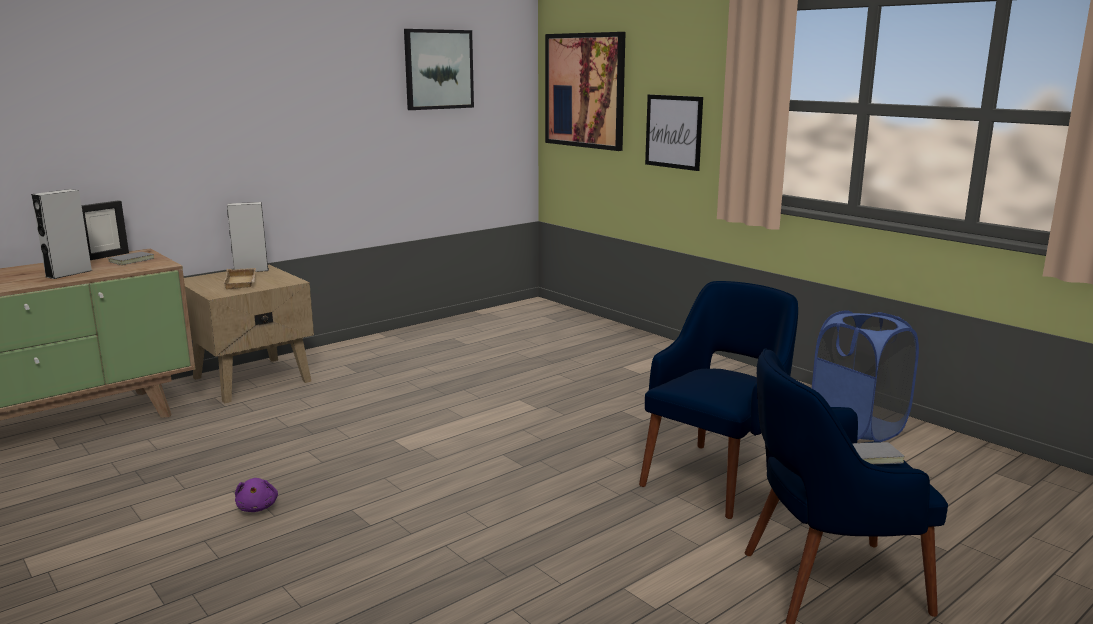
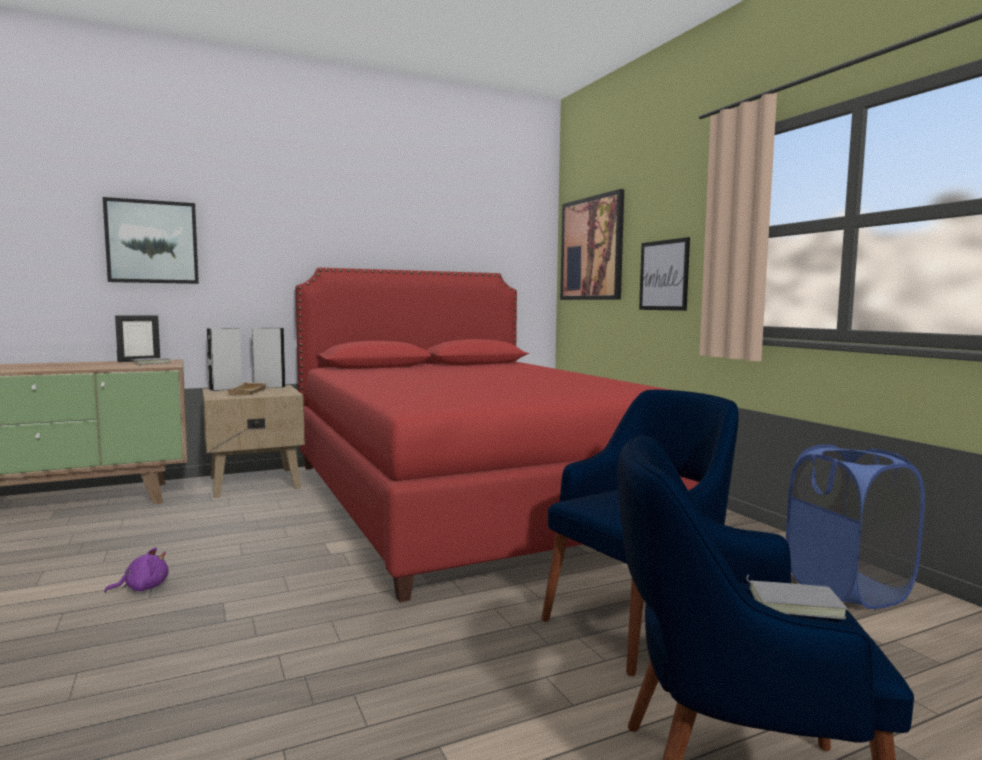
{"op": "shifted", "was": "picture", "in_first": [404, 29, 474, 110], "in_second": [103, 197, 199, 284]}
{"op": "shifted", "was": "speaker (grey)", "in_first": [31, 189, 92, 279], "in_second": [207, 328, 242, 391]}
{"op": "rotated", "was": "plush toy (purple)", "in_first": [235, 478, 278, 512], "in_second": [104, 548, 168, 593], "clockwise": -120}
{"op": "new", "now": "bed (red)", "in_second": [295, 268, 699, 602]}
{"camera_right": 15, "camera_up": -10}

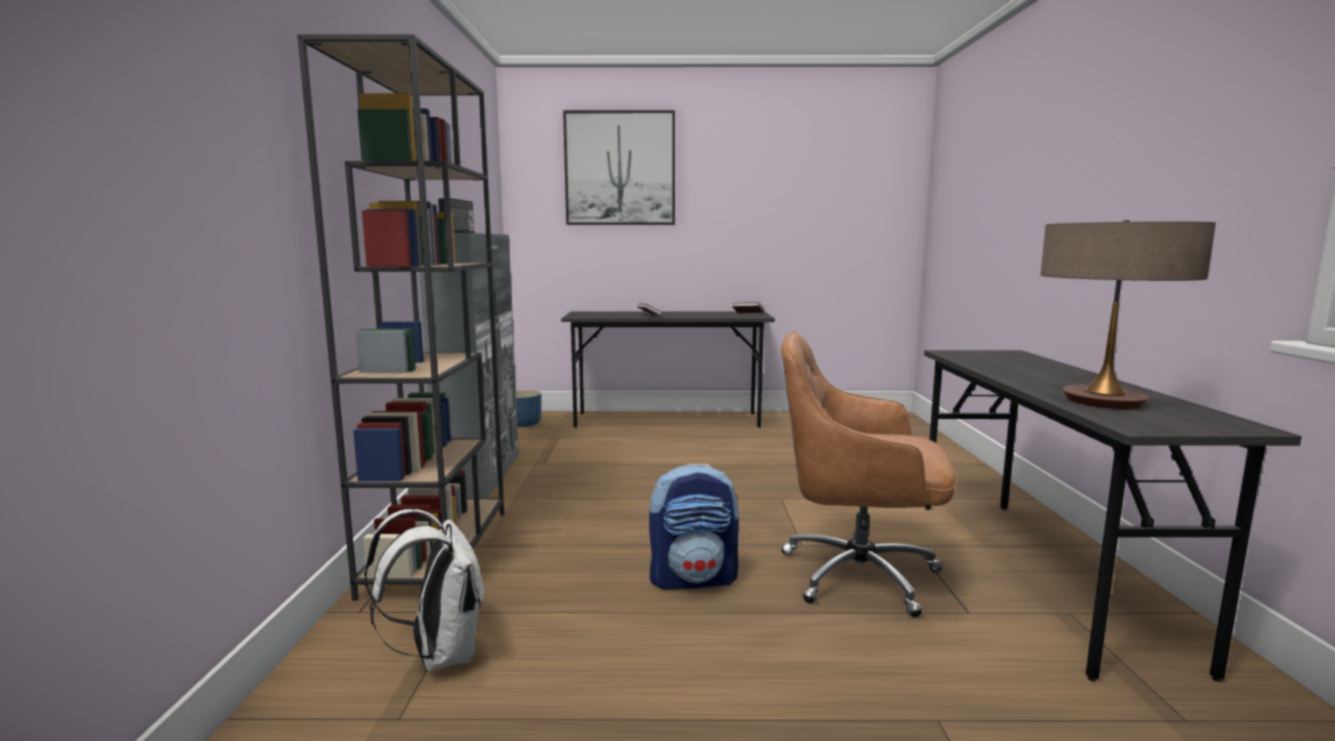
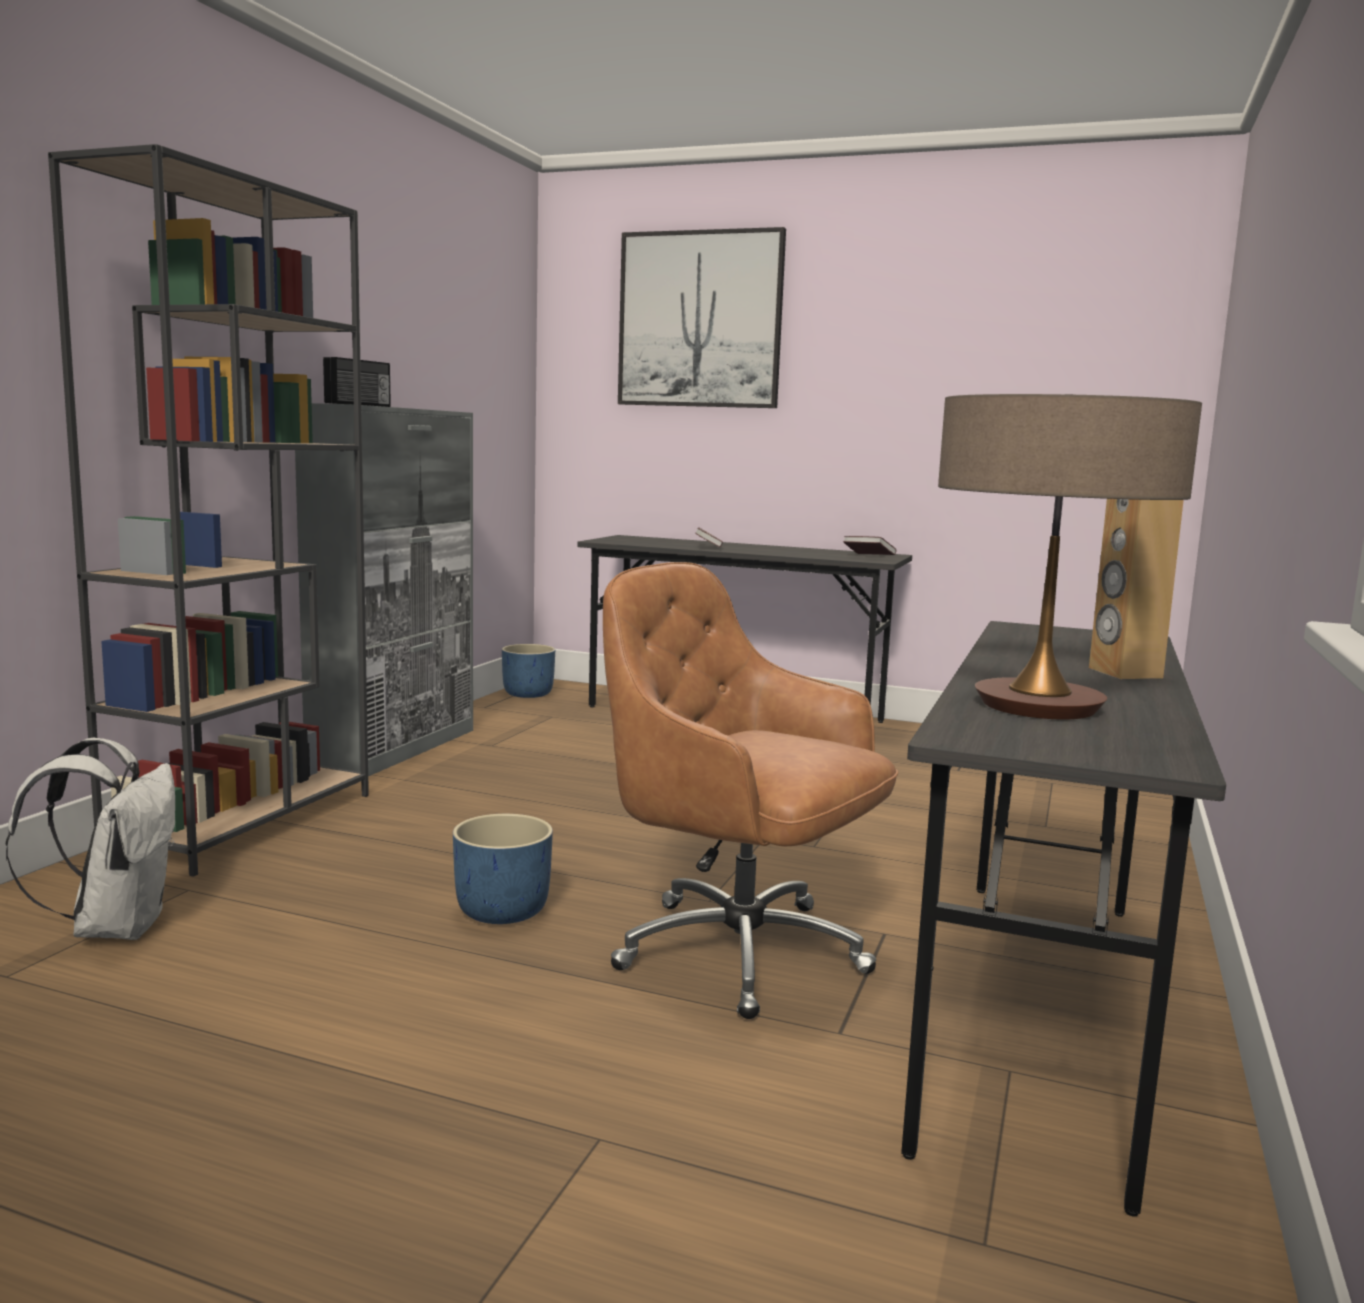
{"op": "swapped", "was": "backpack", "now": "planter (blue)", "in_first": [649, 464, 739, 589], "in_second": [453, 814, 553, 924]}
{"op": "new", "now": "speaker (brown)", "in_second": [1089, 499, 1184, 679]}
{"camera_right": 20, "camera_up": 0}

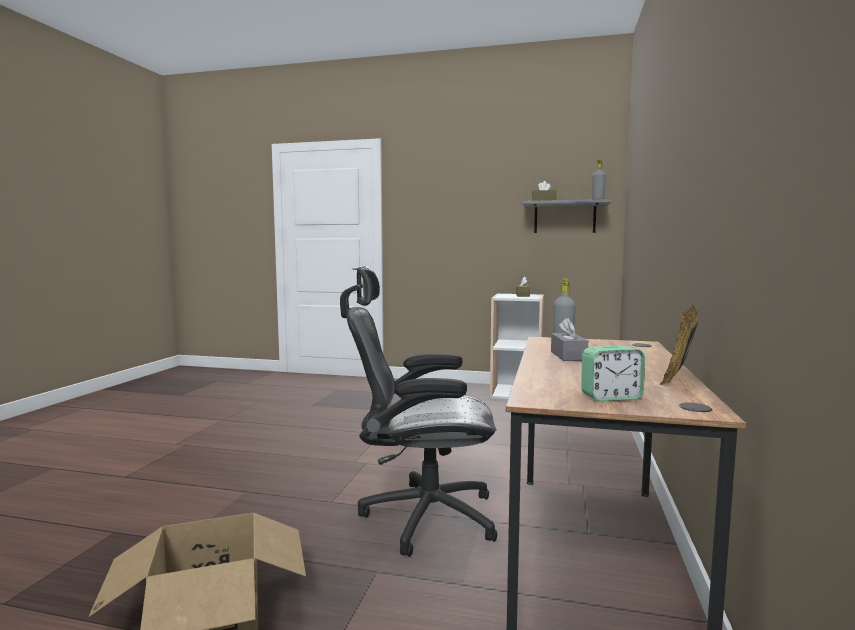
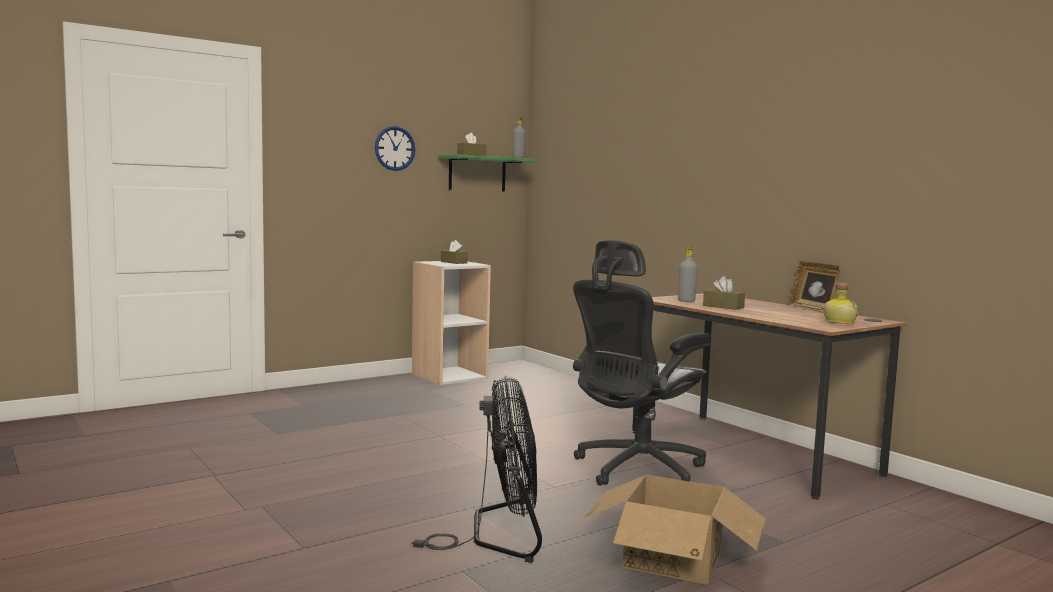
{"op": "repainted", "was": "shelf (grey)", "now": "shelf (green)", "in_first": [522, 199, 612, 233], "in_second": [438, 154, 537, 191]}
{"op": "repainted", "was": "tissue box (grey)", "now": "tissue box (brown)", "in_first": [551, 318, 588, 361], "in_second": [703, 276, 745, 310]}
{"op": "swapped", "was": "alarm clock", "now": "bottle", "in_first": [581, 346, 645, 401], "in_second": [823, 283, 858, 324]}
{"op": "new", "now": "wall clock", "in_second": [375, 126, 415, 171]}
{"op": "new", "now": "fan (black)", "in_second": [411, 375, 542, 563]}
{"camera_right": -50, "camera_up": 0}

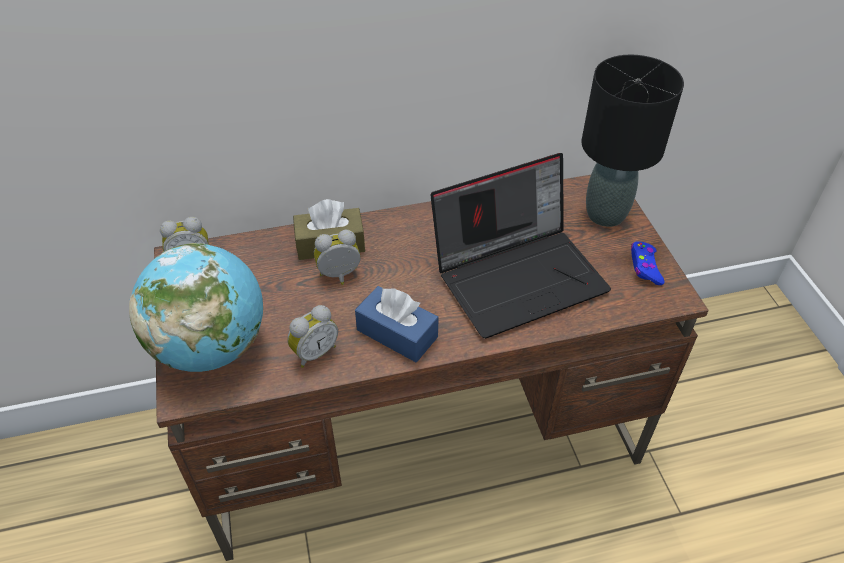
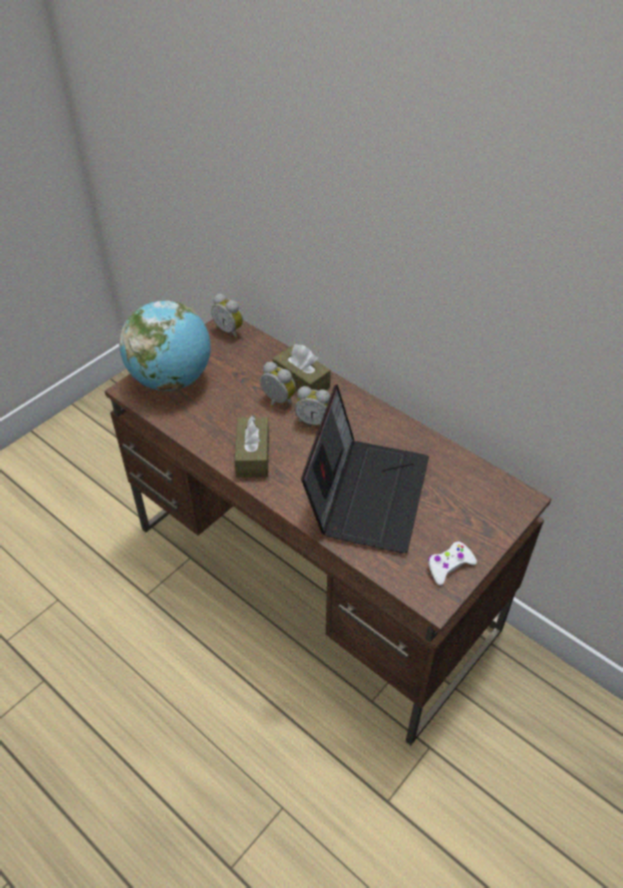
{"op": "gone", "was": "table lamp (black)", "in_first": [581, 55, 684, 227]}
{"op": "rotated", "was": "laptop", "in_first": [431, 153, 611, 339], "in_second": [301, 384, 429, 553], "clockwise": -105}
{"op": "repainted", "was": "game controller (blue)", "now": "game controller (white)", "in_first": [631, 241, 664, 285], "in_second": [428, 541, 477, 585]}
{"op": "repainted", "was": "tissue box (blue)", "now": "tissue box (brown)", "in_first": [355, 286, 439, 362], "in_second": [234, 415, 269, 478]}
{"op": "shifted", "was": "alarm clock", "in_first": [287, 305, 338, 368], "in_second": [295, 386, 330, 425]}
{"camera_right": 55, "camera_up": 0}

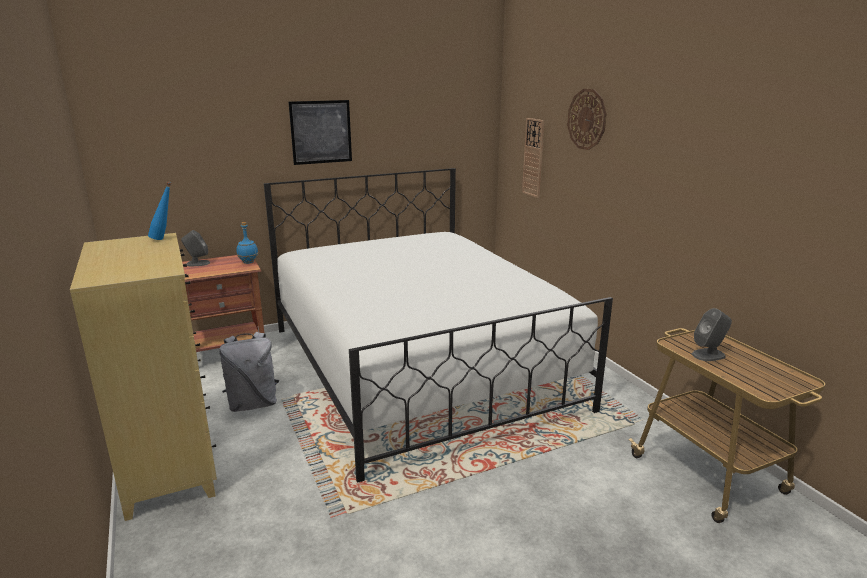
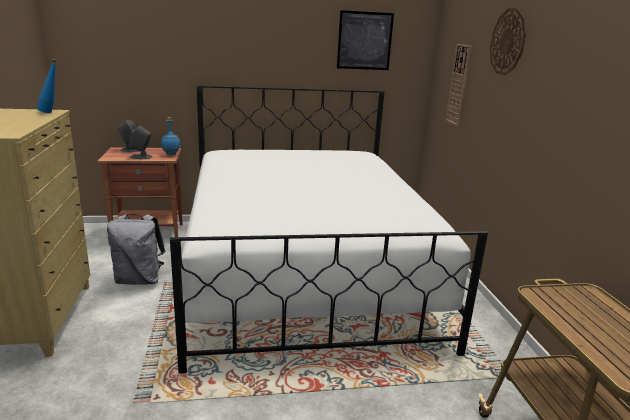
{"op": "shifted", "was": "picture", "in_first": [288, 100, 352, 165], "in_second": [337, 10, 394, 70]}
{"op": "shifted", "was": "speaker (grey)", "in_first": [692, 308, 732, 361], "in_second": [129, 126, 152, 159]}
{"camera_right": 15, "camera_up": 0}

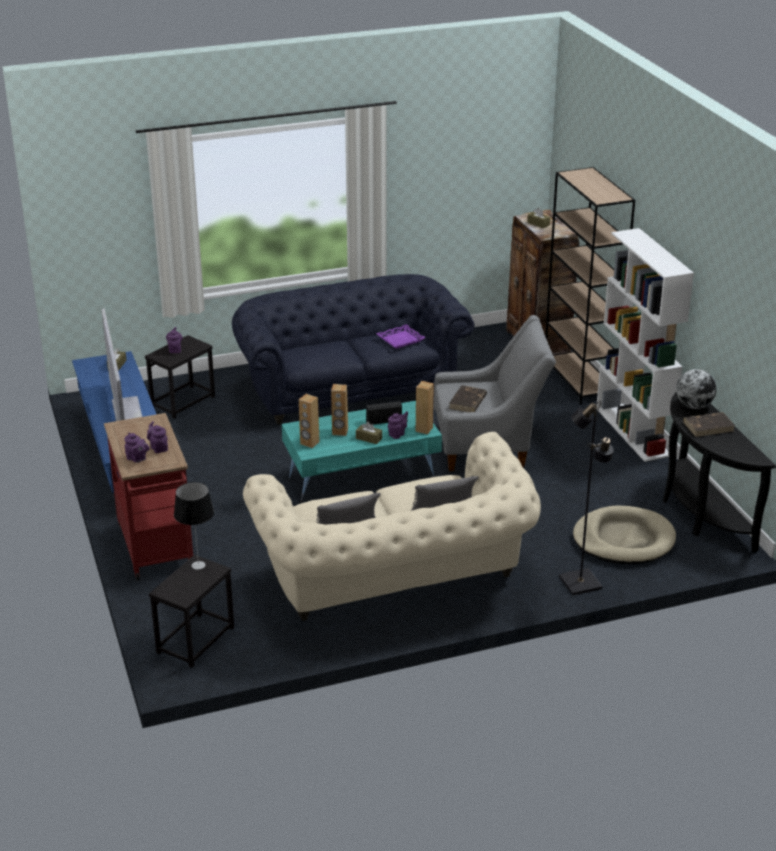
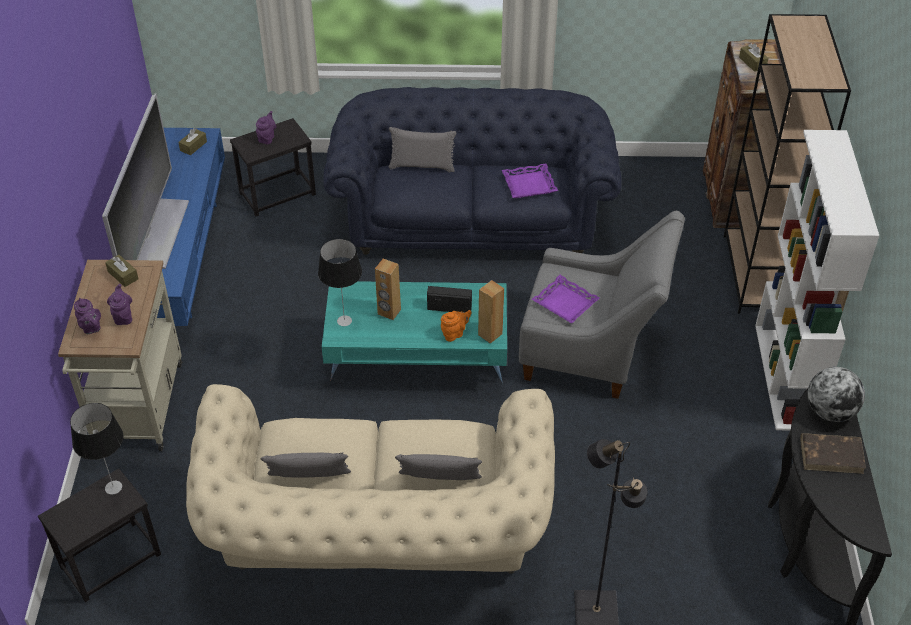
{"op": "swapped", "was": "book (brown)", "now": "tray (purple)", "in_first": [449, 385, 487, 412], "in_second": [531, 275, 600, 324]}
{"op": "swapped", "was": "speaker (brown)", "now": "table lamp", "in_first": [299, 394, 320, 448], "in_second": [318, 239, 362, 326]}
{"op": "repainted", "was": "teapot (purple)", "now": "teapot (orange)", "in_first": [388, 411, 408, 439], "in_second": [441, 310, 471, 342]}
{"op": "repainted", "was": "cart (red)", "now": "cart (beige)", "in_first": [104, 413, 193, 580], "in_second": [58, 260, 182, 451]}
{"op": "shifted", "was": "tissue box (brown)", "in_first": [356, 422, 382, 444], "in_second": [105, 255, 139, 287]}
{"op": "gone", "was": "dog bed (beige)", "in_first": [573, 505, 676, 564]}
{"op": "new", "now": "pillow (grey)", "in_second": [389, 127, 456, 173]}
{"camera_right": 20, "camera_up": 15}

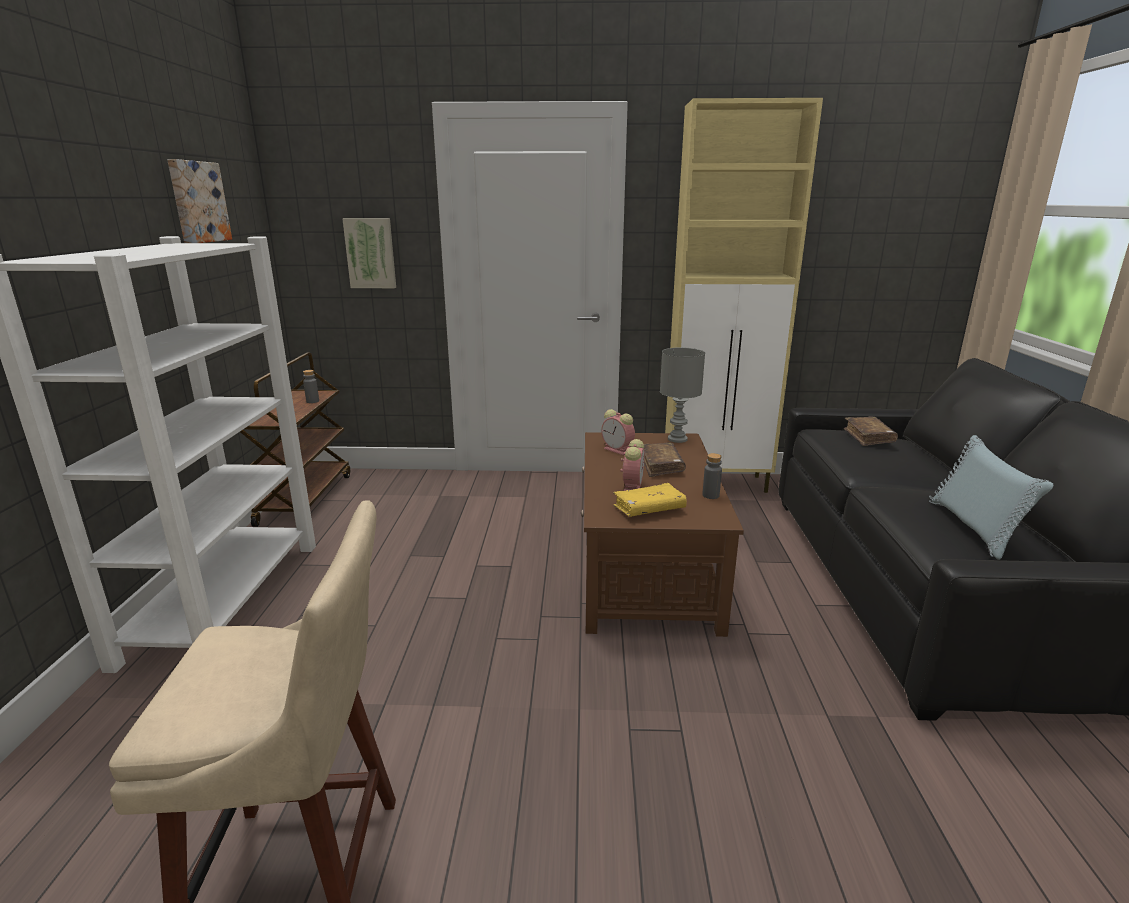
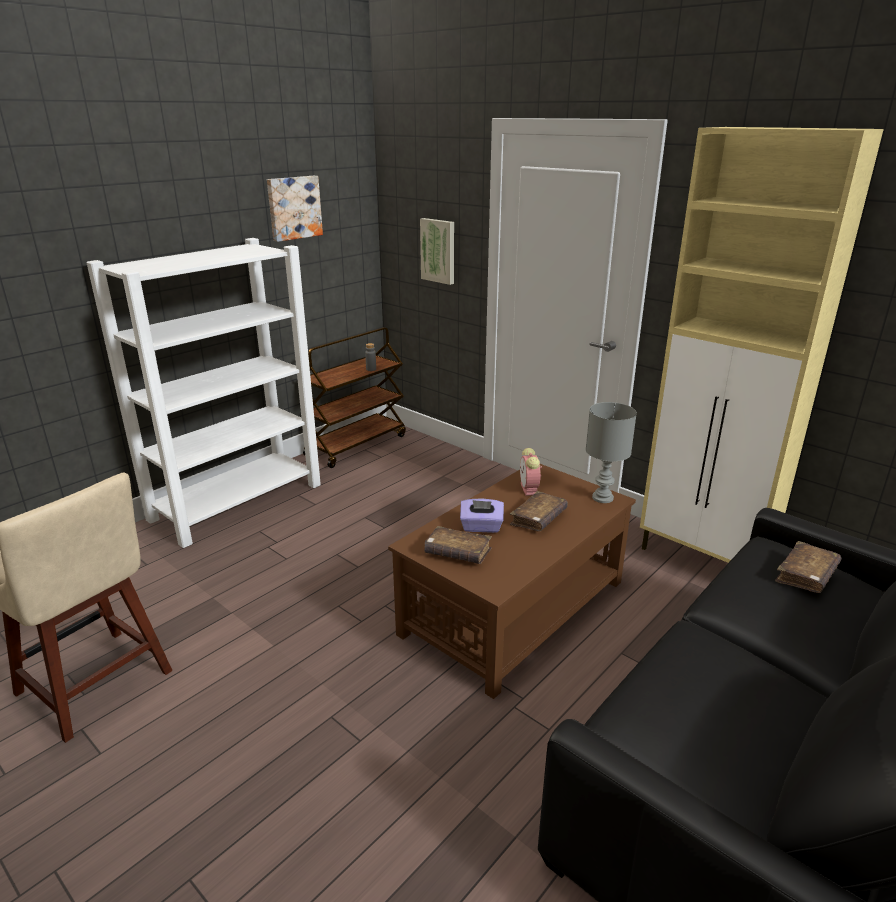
{"op": "gone", "was": "pillow (blue)", "in_first": [929, 435, 1054, 560]}
{"op": "swapped", "was": "alarm clock", "now": "tissue box (purple)", "in_first": [621, 439, 644, 491], "in_second": [460, 499, 504, 533]}
{"op": "gone", "was": "bottle (grey)", "in_first": [702, 453, 722, 499]}
{"op": "repainted", "was": "book (yellow)", "now": "book (brown)", "in_first": [613, 483, 687, 517], "in_second": [424, 526, 492, 564]}
{"camera_right": 40, "camera_up": 5}

